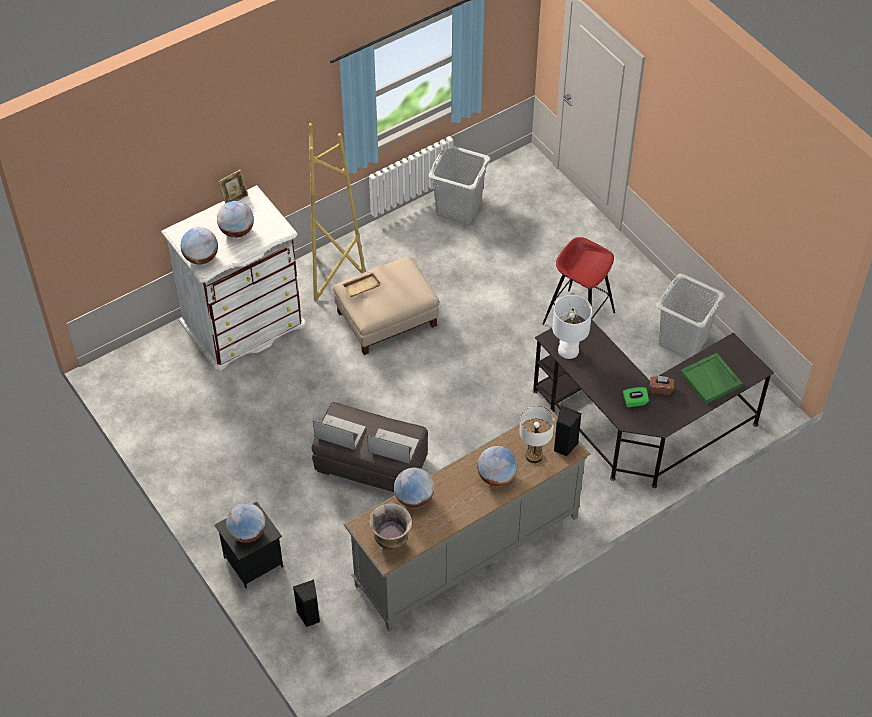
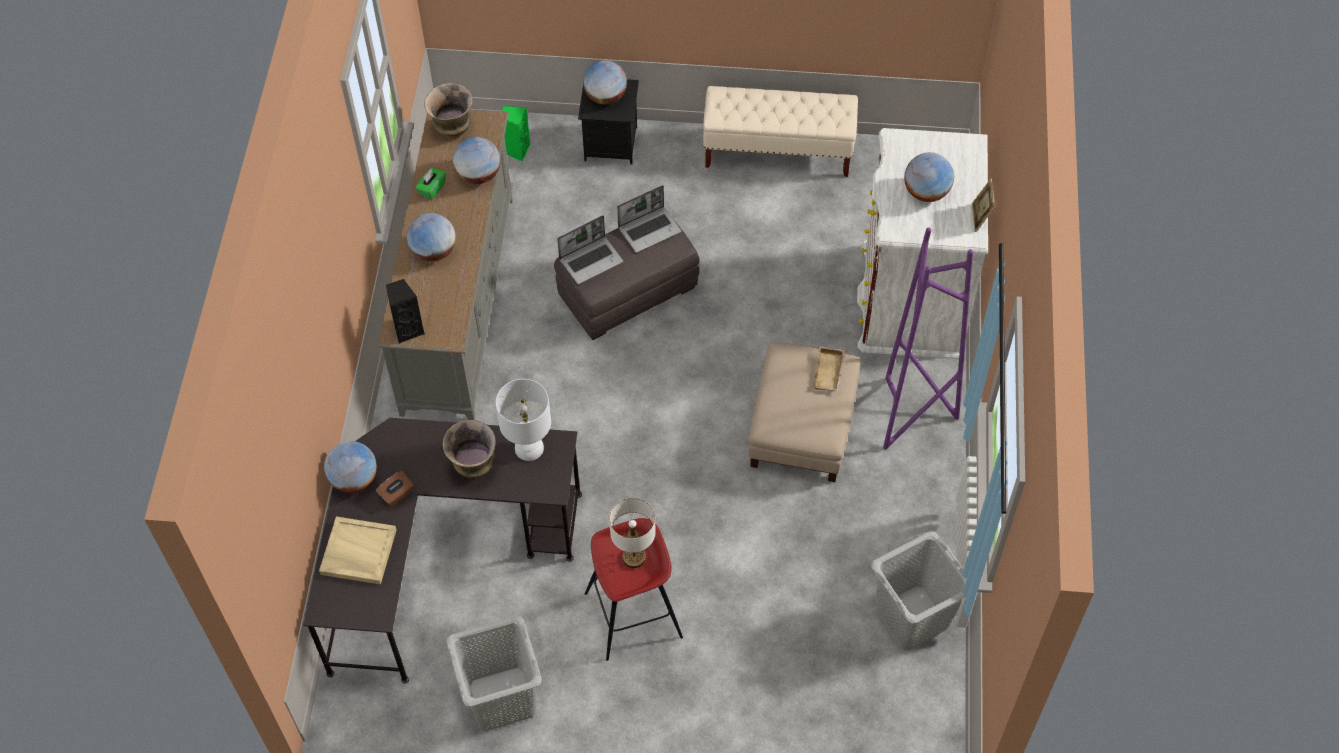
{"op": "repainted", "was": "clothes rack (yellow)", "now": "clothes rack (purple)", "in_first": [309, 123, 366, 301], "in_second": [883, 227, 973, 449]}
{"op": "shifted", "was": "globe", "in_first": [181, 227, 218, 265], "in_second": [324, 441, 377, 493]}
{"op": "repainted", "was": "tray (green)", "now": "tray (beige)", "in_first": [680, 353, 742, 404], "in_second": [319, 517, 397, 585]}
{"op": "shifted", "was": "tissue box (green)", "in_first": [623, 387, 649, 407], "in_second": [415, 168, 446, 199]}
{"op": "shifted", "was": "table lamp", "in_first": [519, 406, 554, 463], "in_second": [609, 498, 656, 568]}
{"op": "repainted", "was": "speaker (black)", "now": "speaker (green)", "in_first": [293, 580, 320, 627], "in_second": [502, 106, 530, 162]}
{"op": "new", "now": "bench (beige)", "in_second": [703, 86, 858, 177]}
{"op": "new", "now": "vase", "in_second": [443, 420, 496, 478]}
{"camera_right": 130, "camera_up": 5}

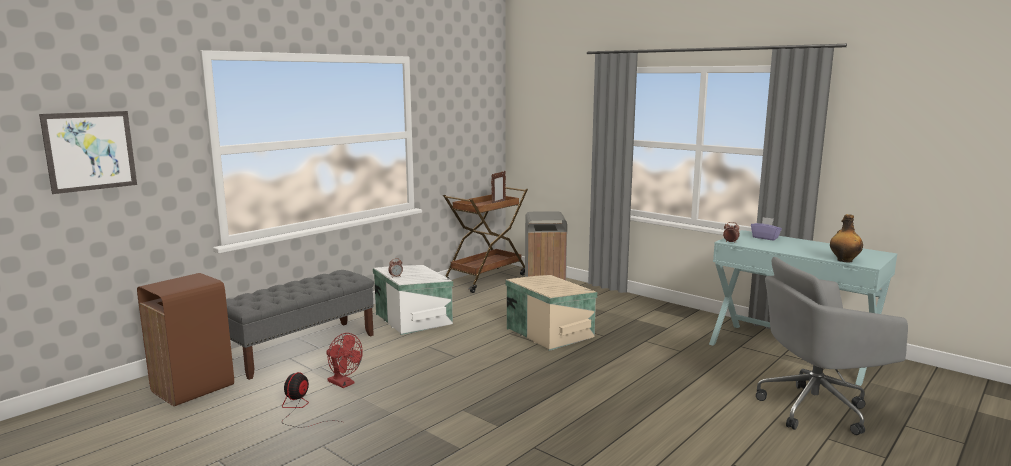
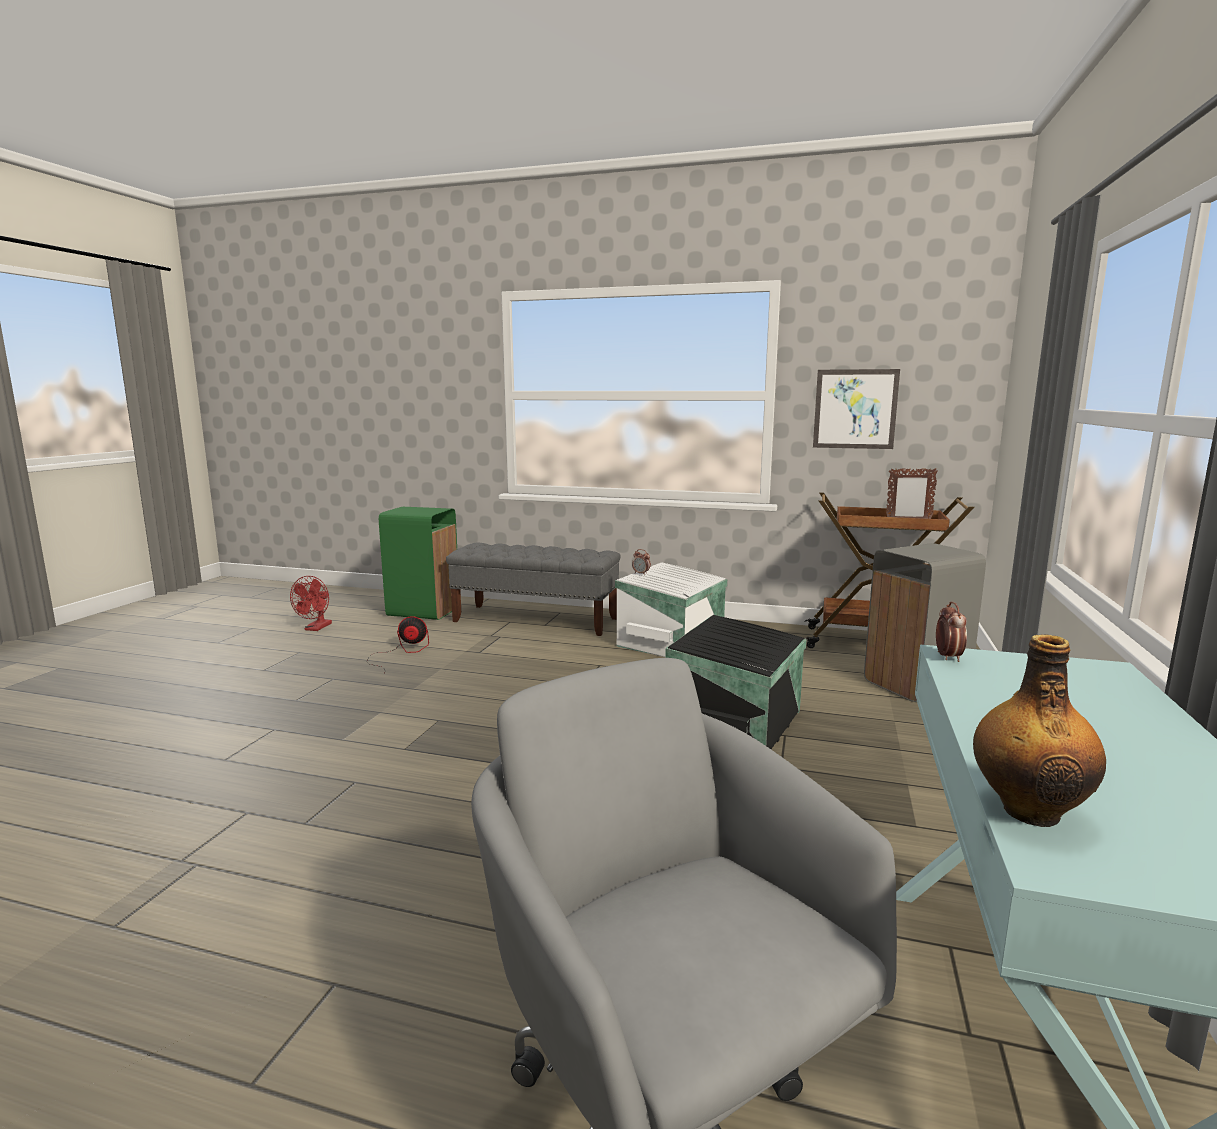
{"op": "shifted", "was": "picture", "in_first": [39, 111, 137, 194], "in_second": [813, 369, 900, 449]}
{"op": "gone", "was": "tissue box (purple)", "in_first": [751, 217, 782, 240]}
{"op": "repainted", "was": "trash can (brown)", "now": "trash can (green)", "in_first": [137, 273, 234, 406], "in_second": [379, 507, 457, 620]}
{"op": "repainted", "was": "storage box (beige)", "now": "storage box (black)", "in_first": [505, 275, 597, 351], "in_second": [665, 615, 806, 749]}
{"op": "shifted", "was": "fan (red)", "in_first": [326, 333, 363, 388], "in_second": [290, 576, 332, 631]}
{"camera_right": 65, "camera_up": 0}

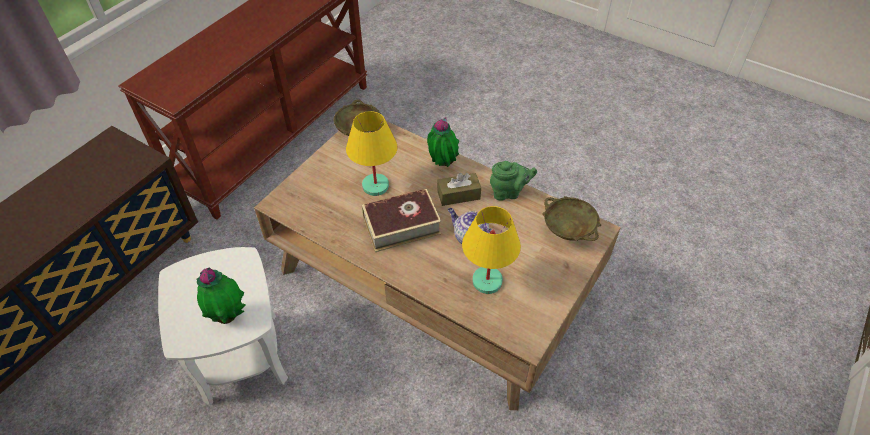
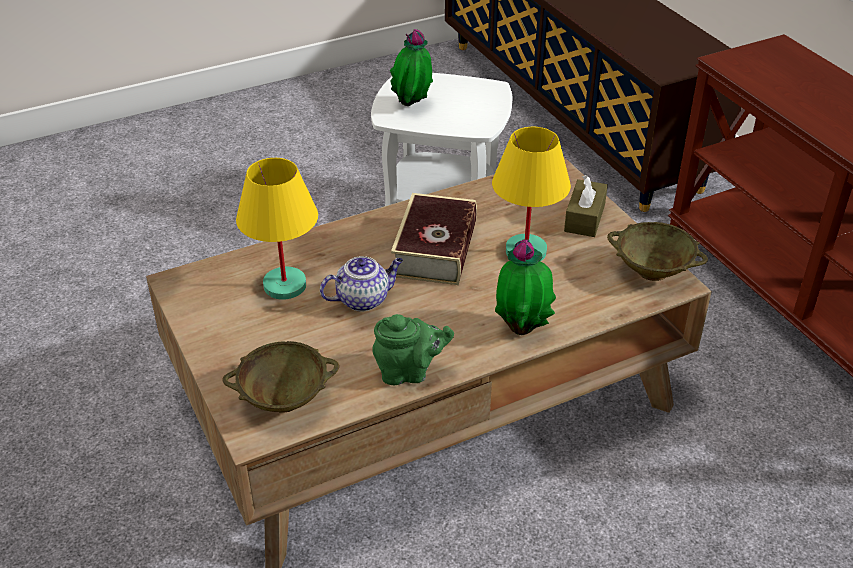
{"op": "rotated", "was": "teapot (green)", "in_first": [490, 161, 537, 201], "in_second": [372, 314, 454, 385], "clockwise": -120}
{"op": "shifted", "was": "tissue box (brown)", "in_first": [437, 173, 481, 206], "in_second": [564, 175, 608, 237]}
{"camera_right": 120, "camera_up": -10}

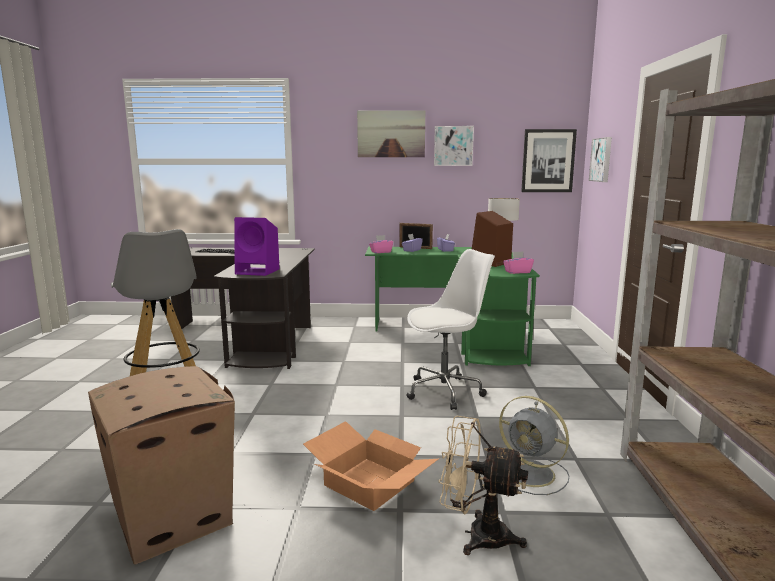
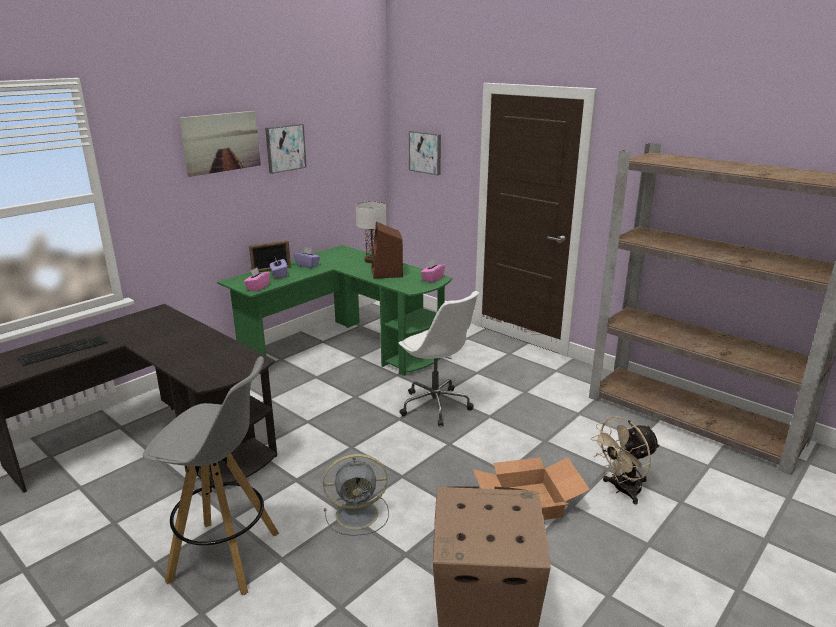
{"op": "gone", "was": "picture", "in_first": [521, 129, 577, 192]}
{"op": "gone", "was": "speaker (purple)", "in_first": [234, 217, 280, 276]}
{"op": "rotated", "was": "office chair (white)", "in_first": [406, 249, 495, 410], "in_second": [399, 291, 479, 426], "clockwise": 120}
{"op": "shifted", "was": "fan (grey)", "in_first": [499, 396, 569, 495], "in_second": [323, 454, 389, 536]}
{"camera_right": -50, "camera_up": 10}

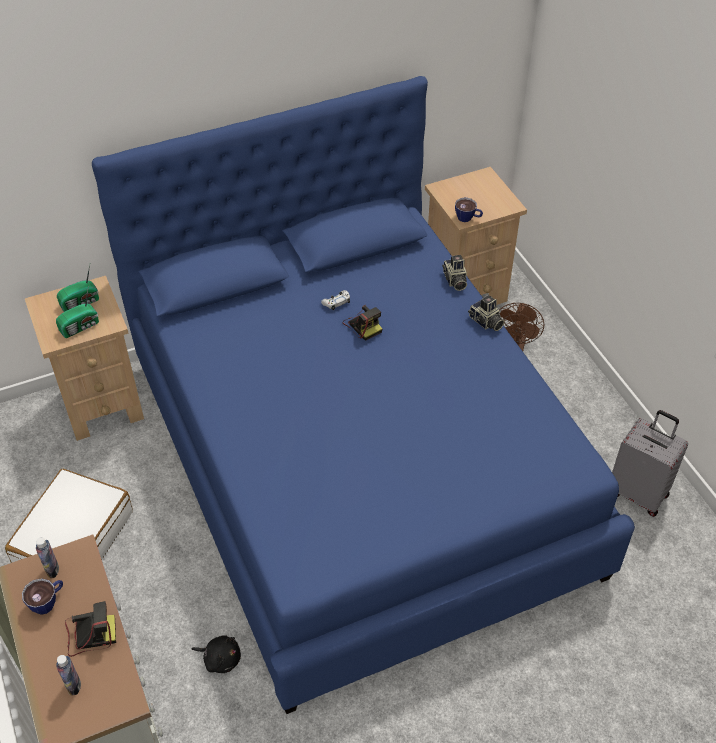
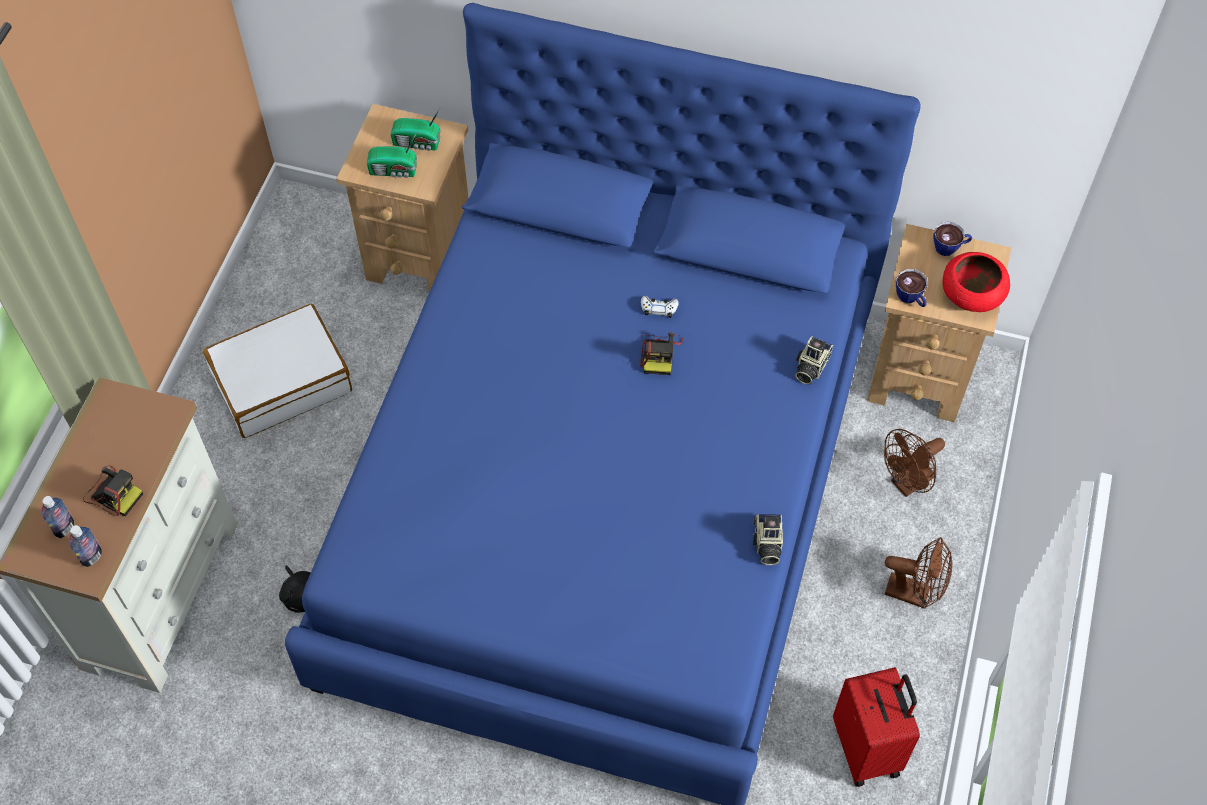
{"op": "shifted", "was": "photo camera", "in_first": [468, 295, 505, 331], "in_second": [753, 514, 783, 565]}
{"op": "repainted", "was": "suitcase (grey)", "now": "suitcase (red)", "in_first": [612, 410, 688, 517], "in_second": [833, 667, 920, 787]}
{"op": "shifted", "was": "bottle", "in_first": [36, 537, 59, 578], "in_second": [69, 525, 102, 567]}
{"op": "shifted", "was": "cup", "in_first": [22, 578, 63, 615], "in_second": [933, 222, 972, 256]}
{"op": "new", "now": "bowl (red)", "in_second": [942, 252, 1010, 312]}
{"op": "new", "now": "fan (brown)", "in_second": [885, 537, 952, 609]}
{"camera_right": 40, "camera_up": 10}

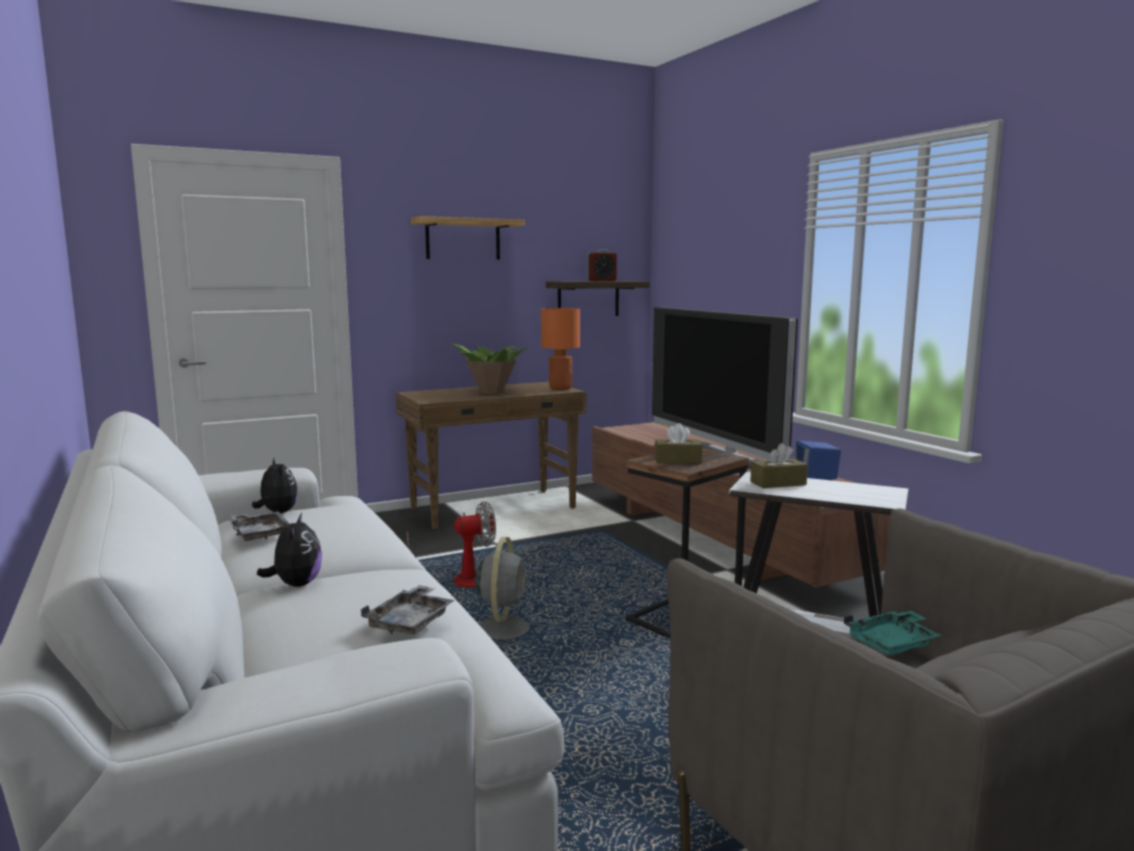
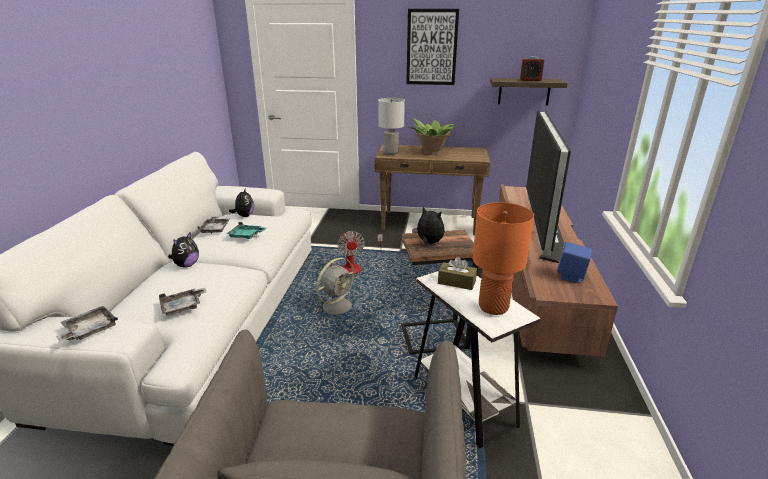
{"op": "swapped", "was": "shelf", "now": "picture", "in_first": [411, 216, 525, 260], "in_second": [406, 9, 459, 85]}
{"op": "shifted", "was": "table lamp (orange)", "in_first": [541, 308, 580, 390], "in_second": [473, 202, 534, 315]}
{"op": "swapped", "was": "tissue box (brown)", "now": "plush toy", "in_first": [655, 423, 702, 464], "in_second": [412, 207, 445, 244]}
{"op": "rotated", "was": "fan", "in_first": [407, 501, 496, 588], "in_second": [337, 231, 383, 275], "clockwise": 60}
{"op": "shifted", "was": "tray (turquoise)", "in_first": [844, 611, 942, 655], "in_second": [227, 222, 267, 239]}
{"op": "new", "now": "table lamp (grey)", "in_second": [378, 98, 405, 155]}
{"op": "new", "now": "tray (grey)", "in_second": [56, 306, 118, 342]}
{"camera_right": 35, "camera_up": 15}

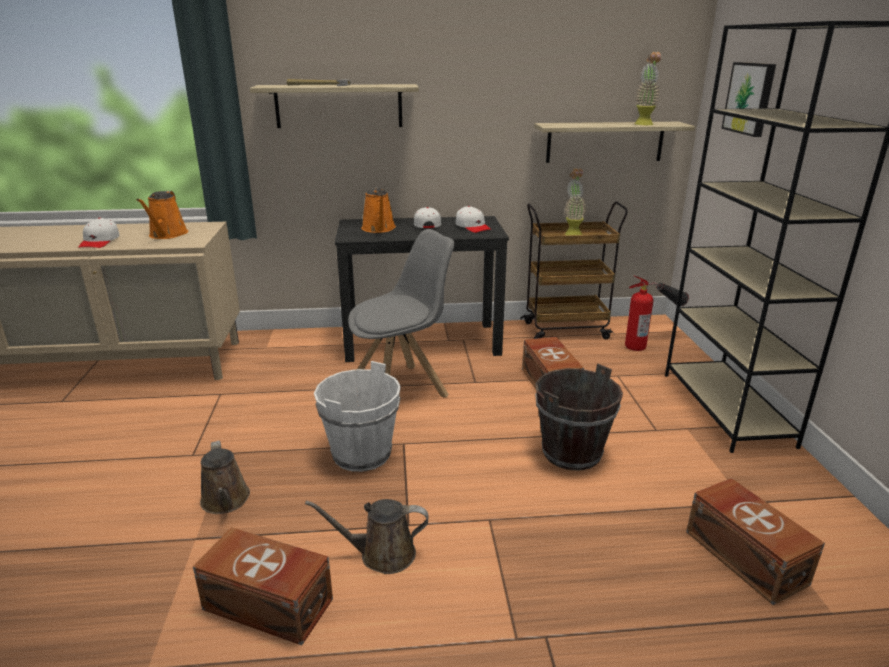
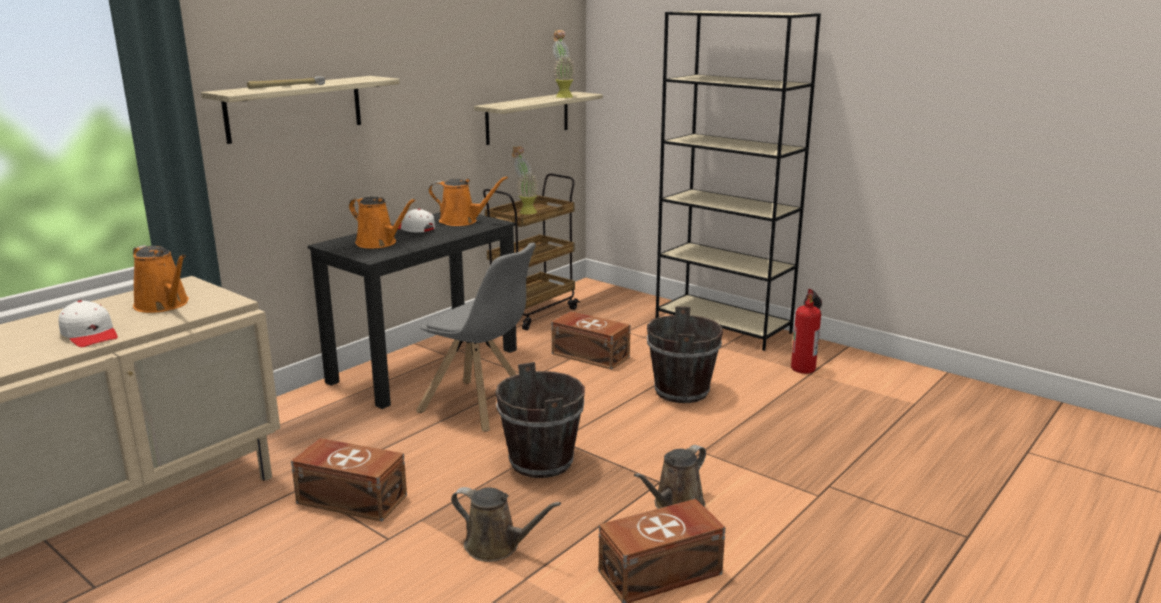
{"op": "gone", "was": "picture", "in_first": [721, 62, 776, 137]}
{"op": "swapped", "was": "cap (white)", "now": "watering can (orange)", "in_first": [456, 206, 491, 233], "in_second": [429, 176, 508, 226]}
{"op": "rotated", "was": "chair (grey)", "in_first": [348, 229, 454, 397], "in_second": [416, 242, 536, 432], "clockwise": 105}
{"op": "shifted", "was": "fire extinguisher", "in_first": [625, 275, 689, 351], "in_second": [791, 289, 822, 374]}
{"op": "repainted", "was": "bucket (white)", "now": "bucket (brown)", "in_first": [314, 361, 401, 472], "in_second": [495, 362, 585, 478]}
{"op": "shifted", "was": "storage box (brown)", "in_first": [686, 478, 825, 605], "in_second": [291, 438, 407, 522]}
{"camera_right": -45, "camera_up": -5}

